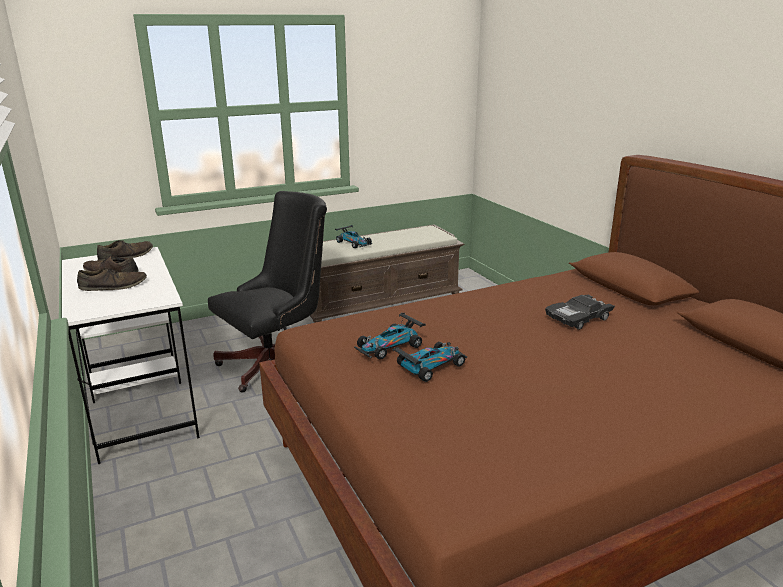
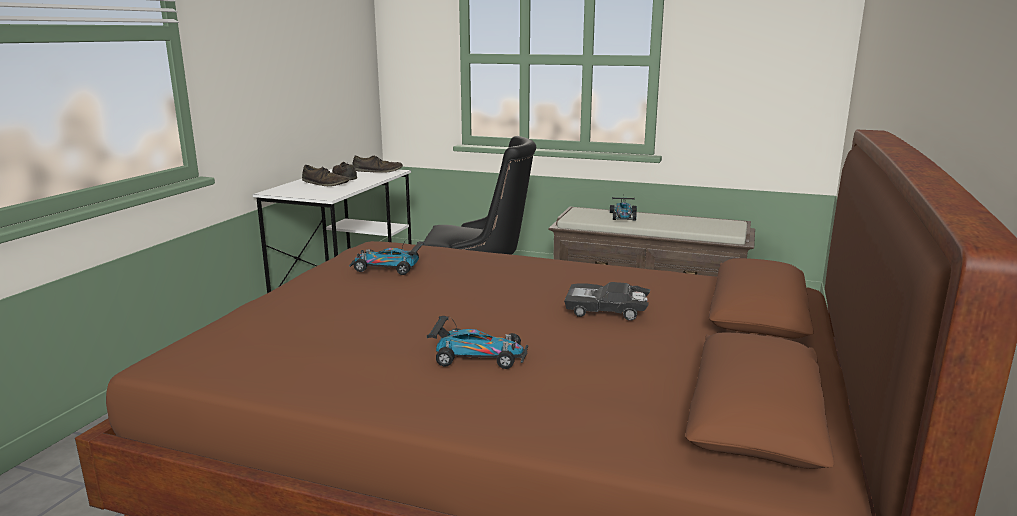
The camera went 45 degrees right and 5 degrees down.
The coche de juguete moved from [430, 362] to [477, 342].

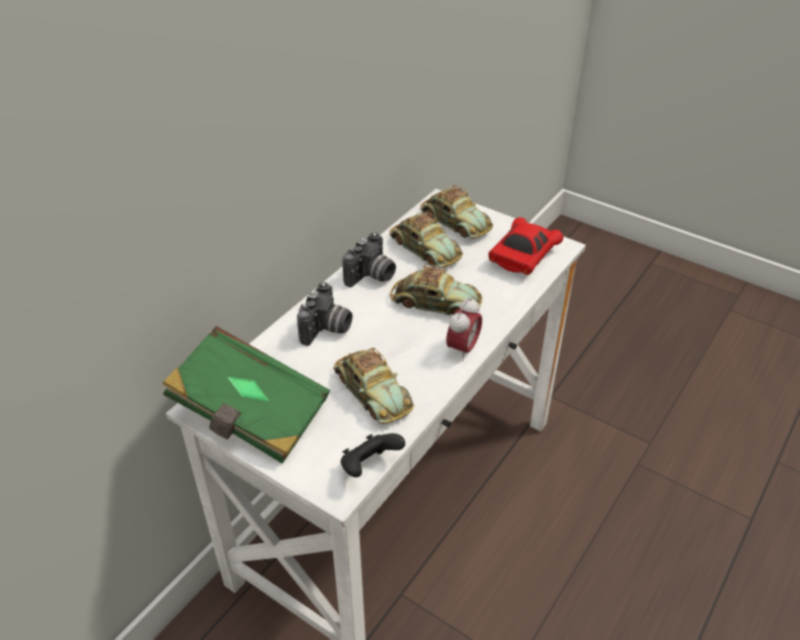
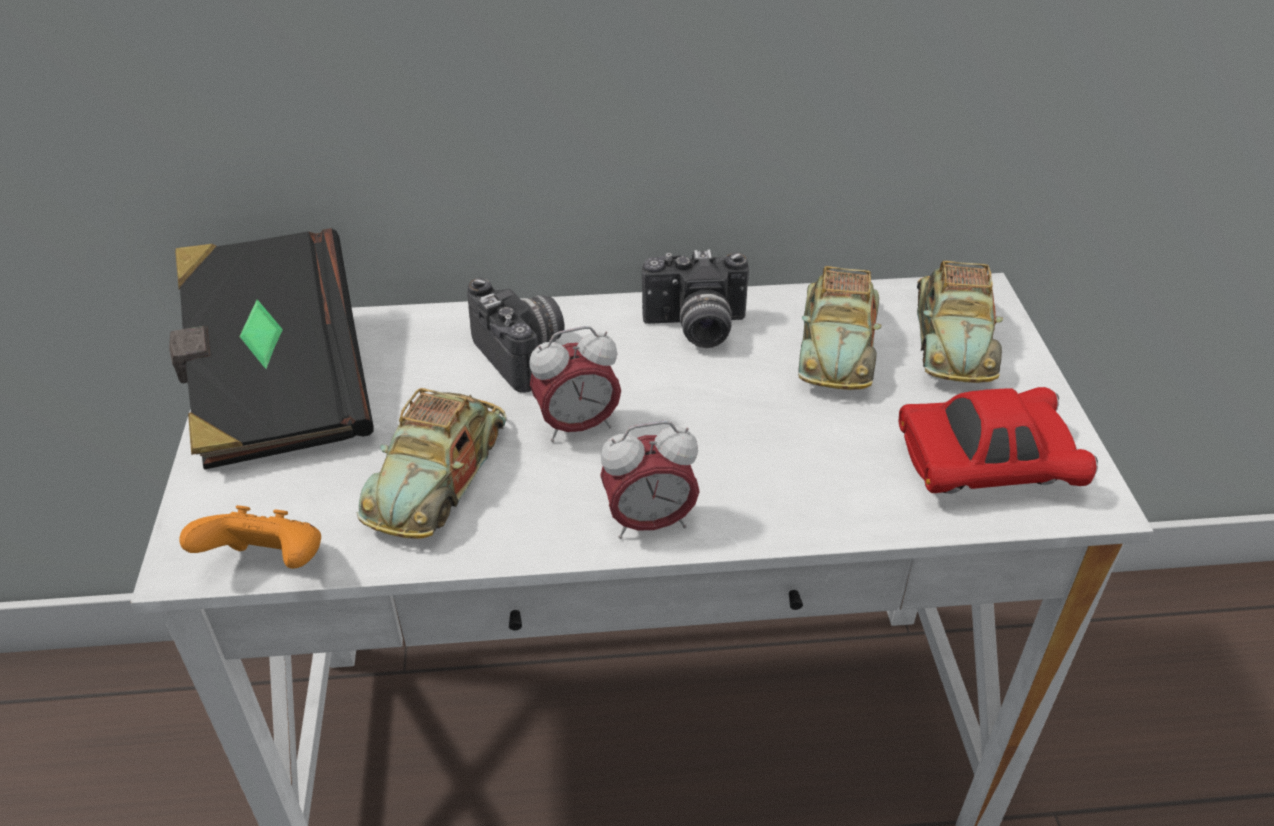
The camera went 50 degrees right and 0 degrees up.
The coche de juguete at [436, 289] disappeared.
The despertador at [575, 384] appeared.
The libro/verde at [246, 395] became the libro/negro at [271, 349].
The mando de consola/negro at [373, 455] became the mando de consola/naranja at [250, 537].
The cámara at [324, 314] turned 105 degrees counterclockwise.

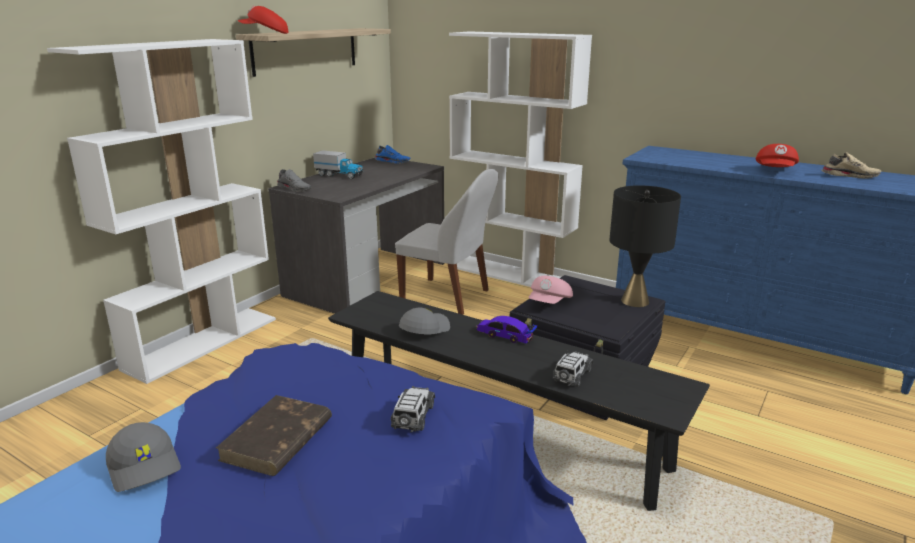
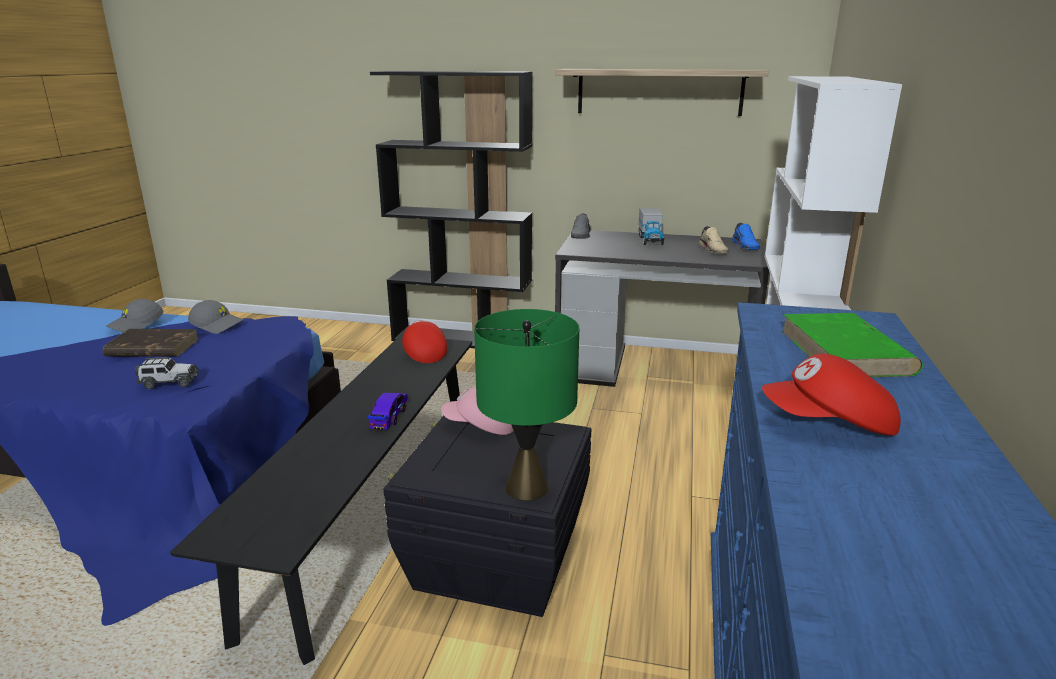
The camera went 70 degrees right and 0 degrees up.
The silla/blanco at [446, 242] disappeared.
The coche de juguete at [573, 369] disappeared.
The libro/verde at [852, 345] appeared.
The gorra/rojo moved from [263, 20] to [425, 341].
The gorra/gris moved from [424, 321] to [216, 317].
The zapato/beis moved from [851, 165] to [714, 240].
The estantería/blanco at [161, 211] became the estantería/negro at [451, 209].
The lámpara de mesa/negro at [645, 246] became the lámpara de mesa/verde at [526, 405].

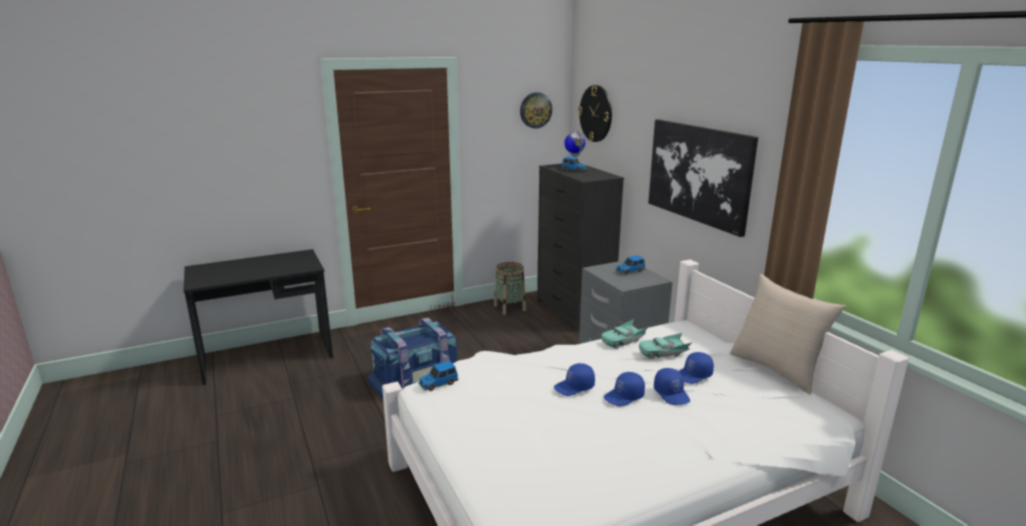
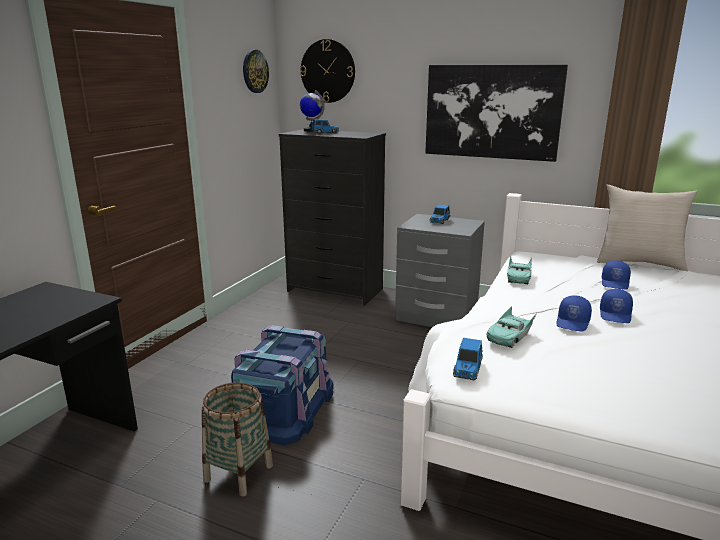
The camera went 40 degrees left and 0 degrees up.
The gorra/azul at [672, 386] disappeared.
The cesta moved from [510, 288] to [237, 439].
The coche de juguete/turquesa moved from [665, 346] to [511, 327].

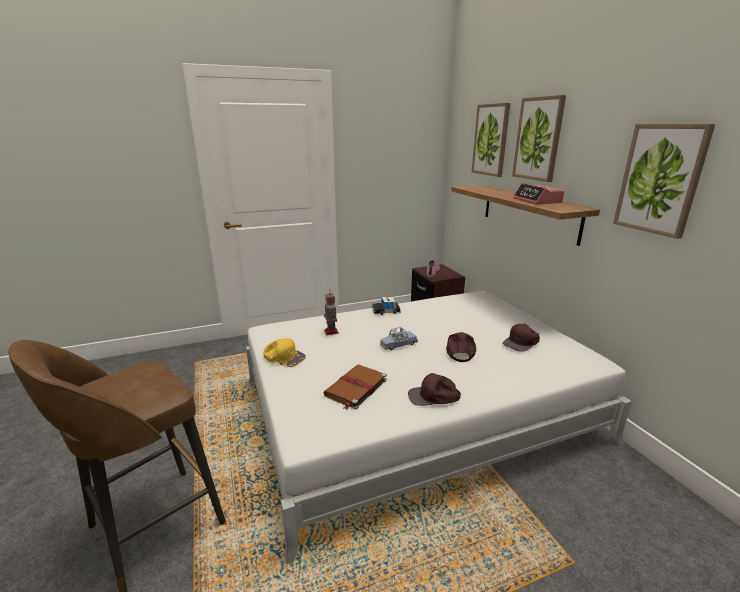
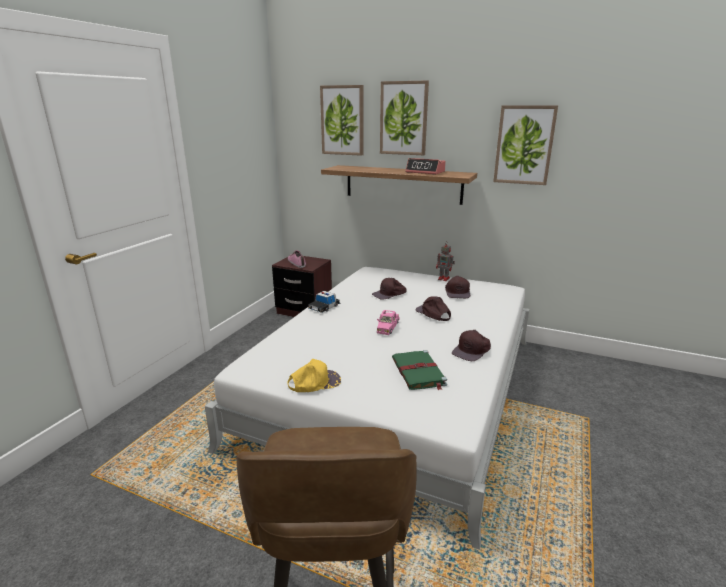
The camera went 45 degrees left and 0 degrees up.
The gorra/marrón at [389, 289] appeared.
The robot de juguete moved from [331, 312] to [445, 261].
The libro/marrón at [355, 387] became the libro/verde at [419, 370].
The coche de juguete/azul at [399, 338] became the coche de juguete/rosa at [388, 322].

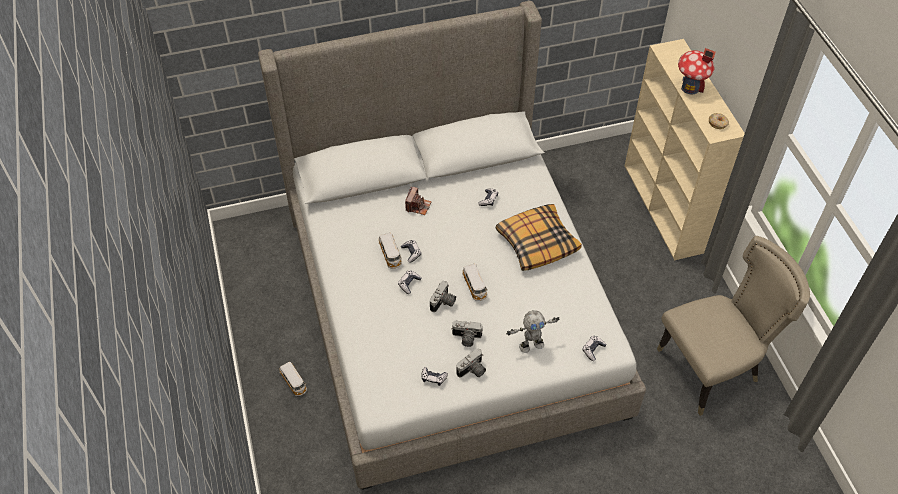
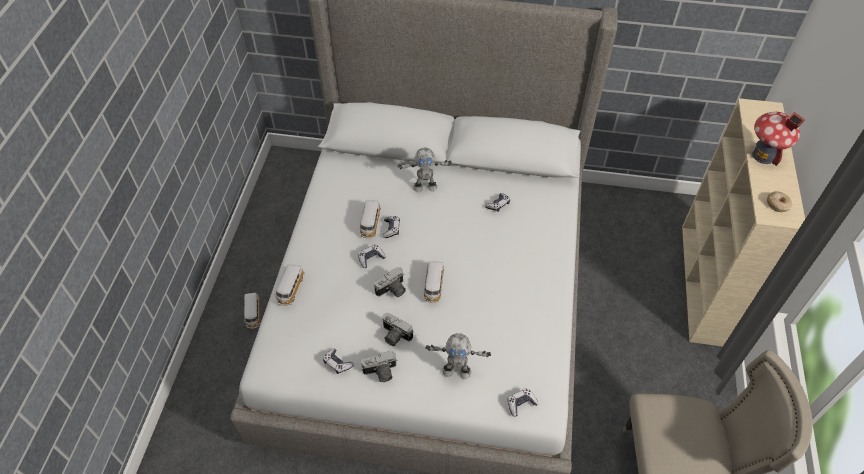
The camera went 25 degrees right and 0 degrees up.
The cojín at [539, 237] disappeared.
The coche de juguete at [290, 285] appeared.
The cámara at [418, 201] was replaced by the robot de juguete at [425, 170].

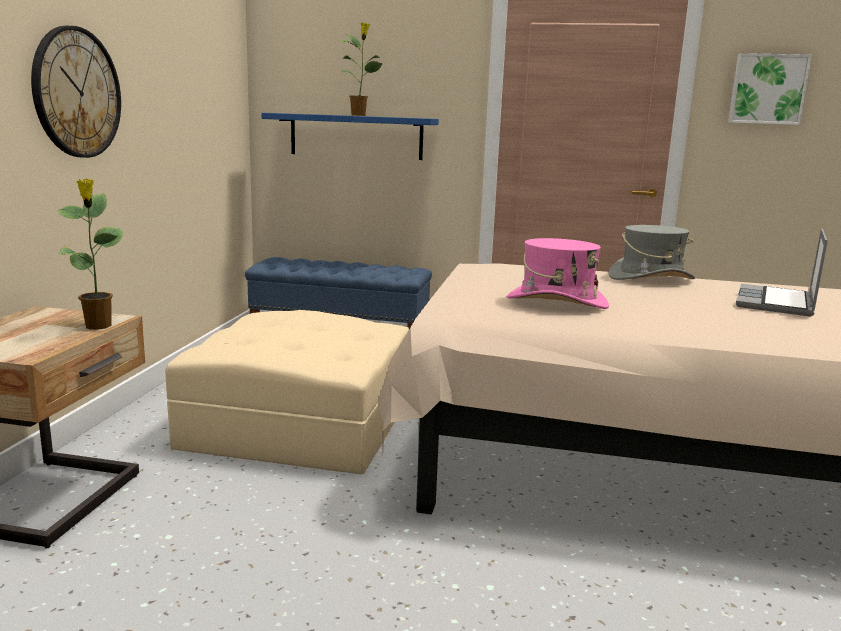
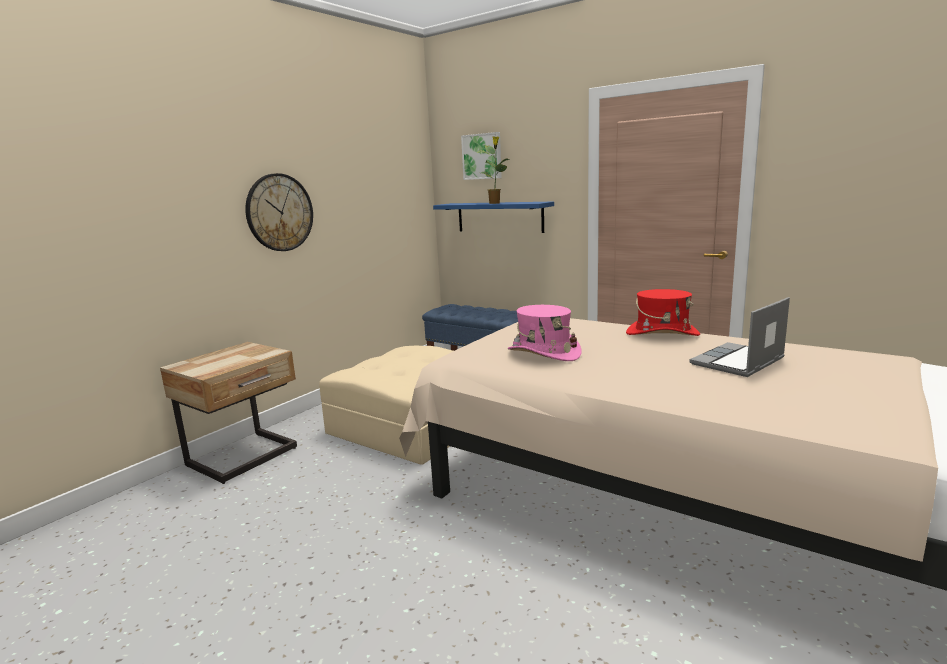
The camera went 25 degrees right and 0 degrees up.
The planta en maceta at [90, 254] disappeared.
The cuadro moved from [770, 89] to [481, 156].
The sombrero/gris at [651, 252] became the sombrero/rojo at [663, 312].

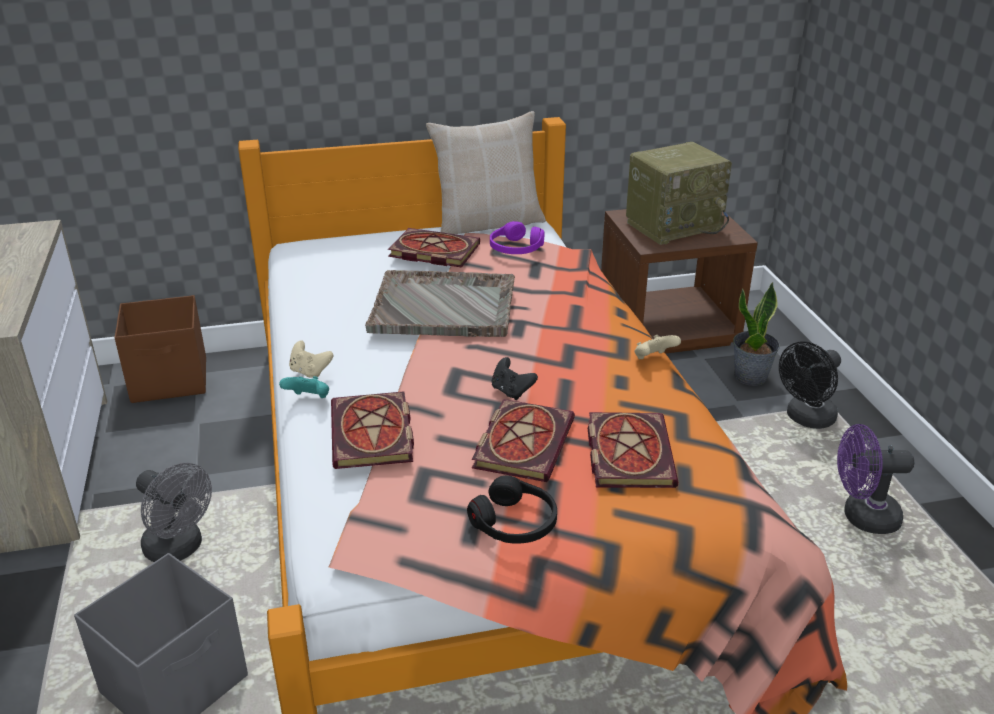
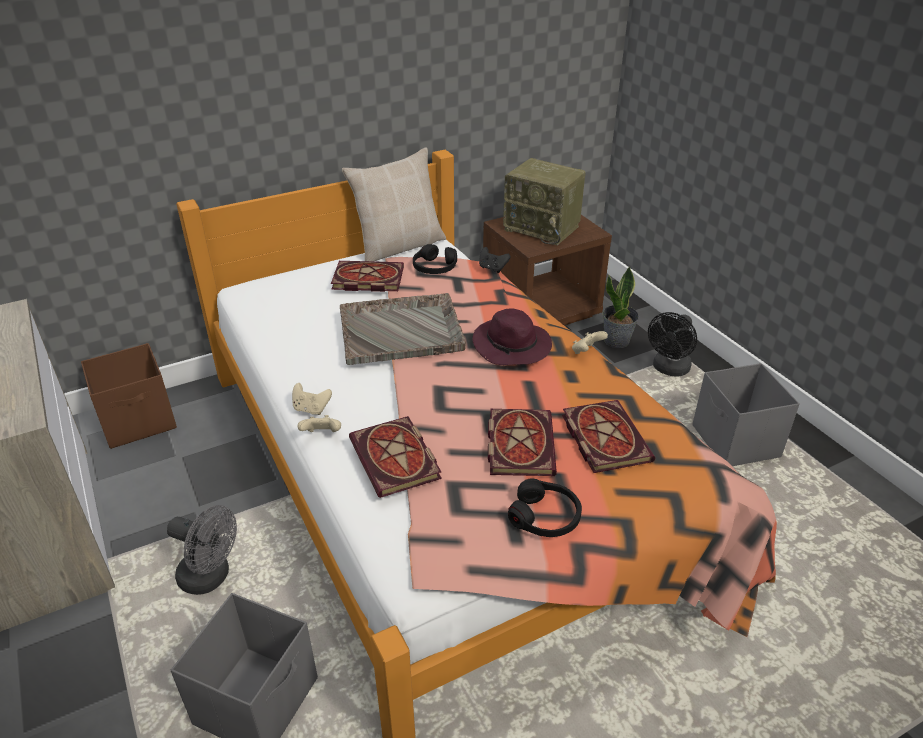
The camera went 15 degrees left and 5 degrees up.
The sombrero/morado at [512, 336] appeared.
The mando de consola/negro moved from [514, 378] to [495, 260].
The ventilador/morado at [875, 479] was replaced by the caja de almacenaje/gris at [746, 414].
The mando de consola/turquesa at [304, 387] became the mando de consola/beis at [319, 423].
The auriculares/morado at [517, 237] became the auriculares/negro at [435, 259].
The radio at [679, 193] turned 75 degrees clockwise.

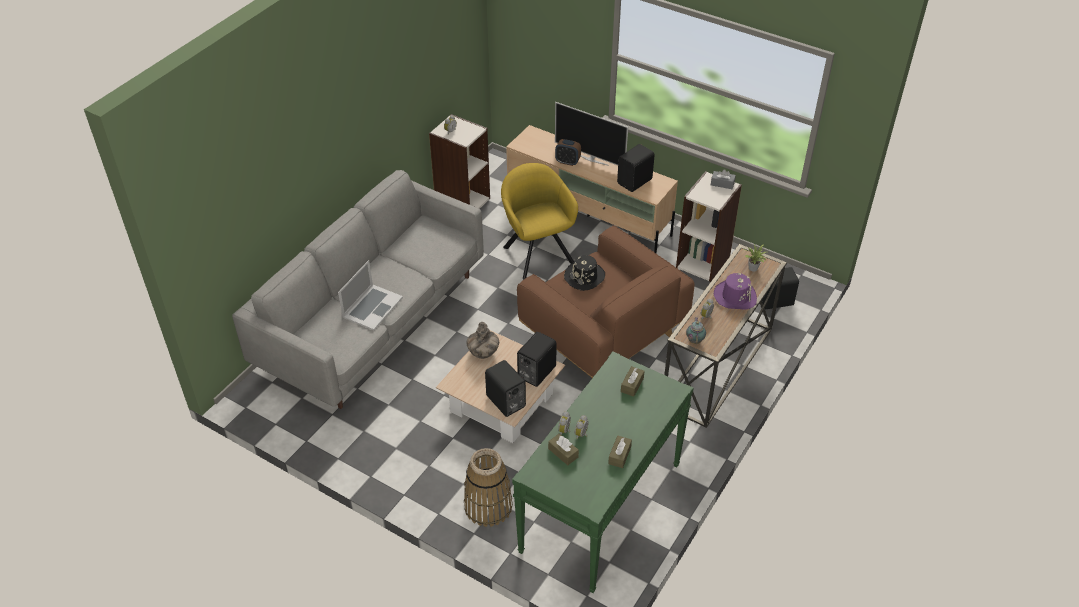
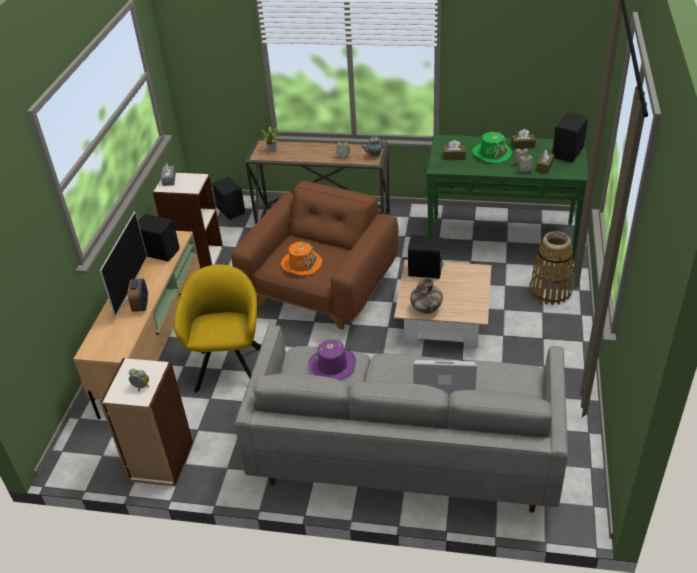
The camera went 110 degrees left and 5 degrees down.
The sombrero/verde at [492, 147] appeared.
The altavoz/negro moved from [505, 388] to [570, 137].
The sombrero/morado moved from [735, 291] to [332, 359].
The sombrero/negro at [584, 273] became the sombrero/naranja at [301, 258].
The sillón/amarillo at [539, 221] turned 135 degrees clockwise.

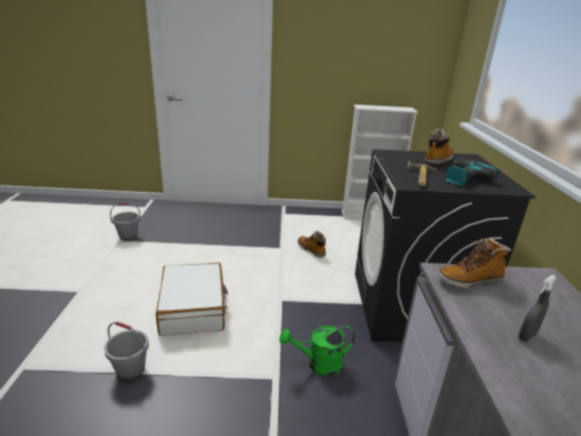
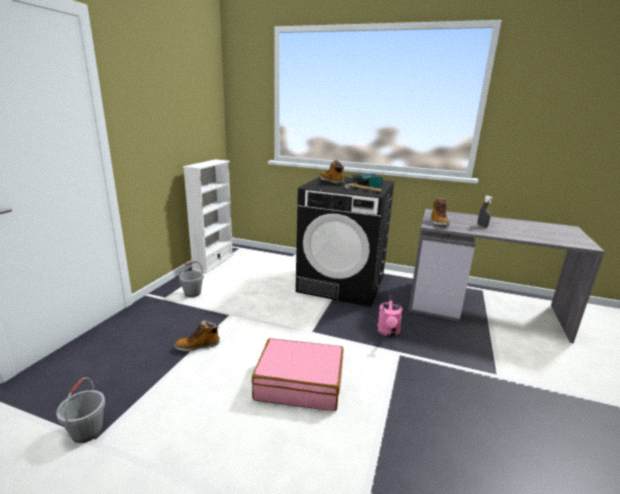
The camera went 70 degrees left and 5 degrees down.
The cubo/gris moved from [126, 351] to [191, 279].
The bota moved from [312, 244] to [197, 336].
The maleta/blanco at [192, 299] became the maleta/rosa at [297, 374].
The regadera/verde at [317, 351] became the regadera/rosa at [390, 316].

